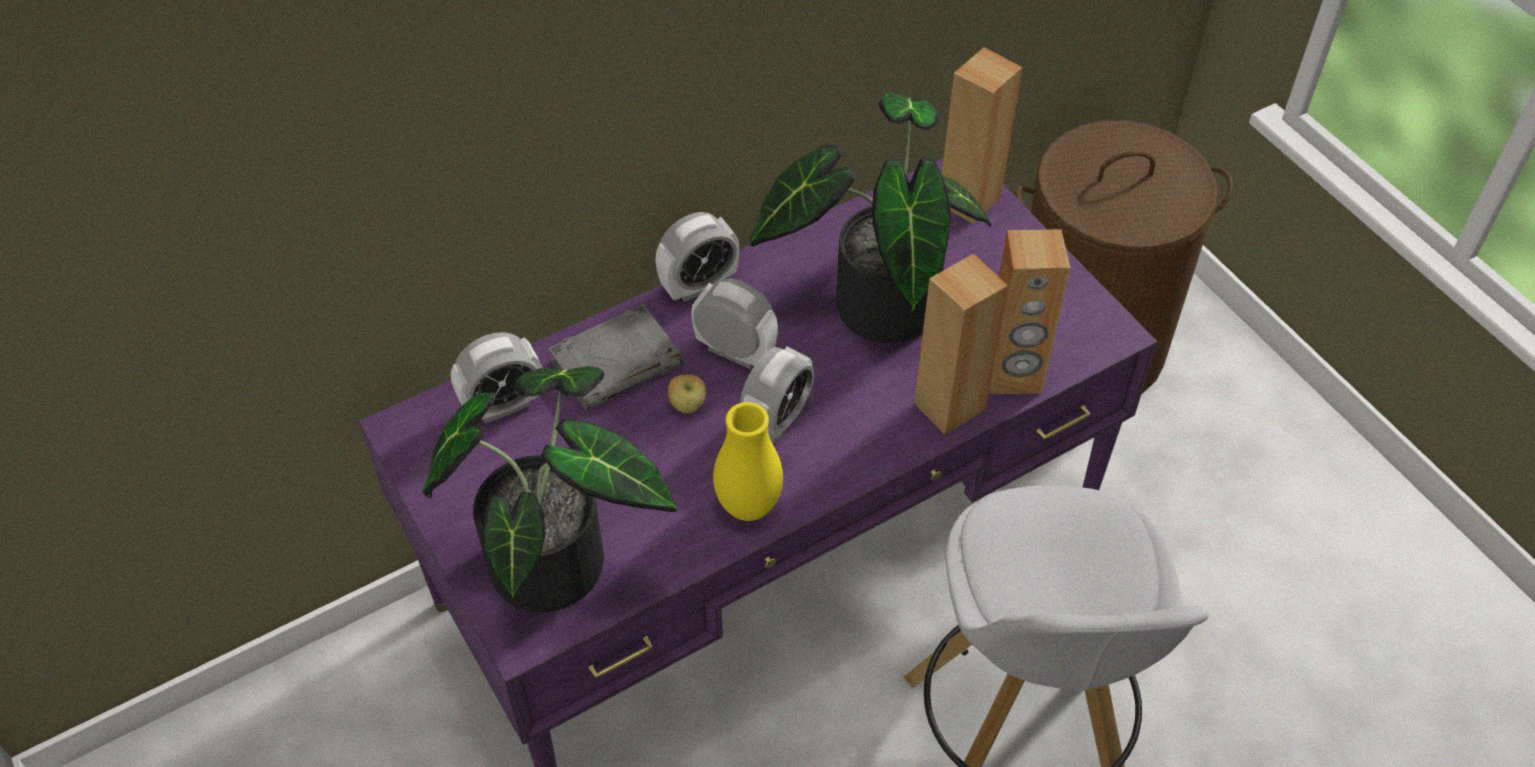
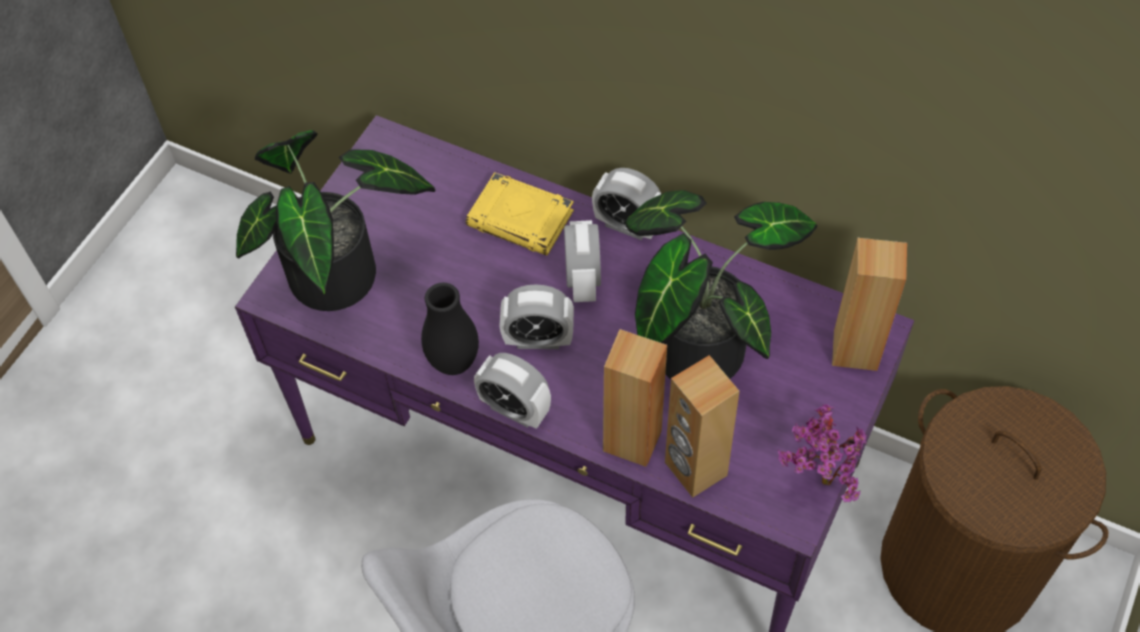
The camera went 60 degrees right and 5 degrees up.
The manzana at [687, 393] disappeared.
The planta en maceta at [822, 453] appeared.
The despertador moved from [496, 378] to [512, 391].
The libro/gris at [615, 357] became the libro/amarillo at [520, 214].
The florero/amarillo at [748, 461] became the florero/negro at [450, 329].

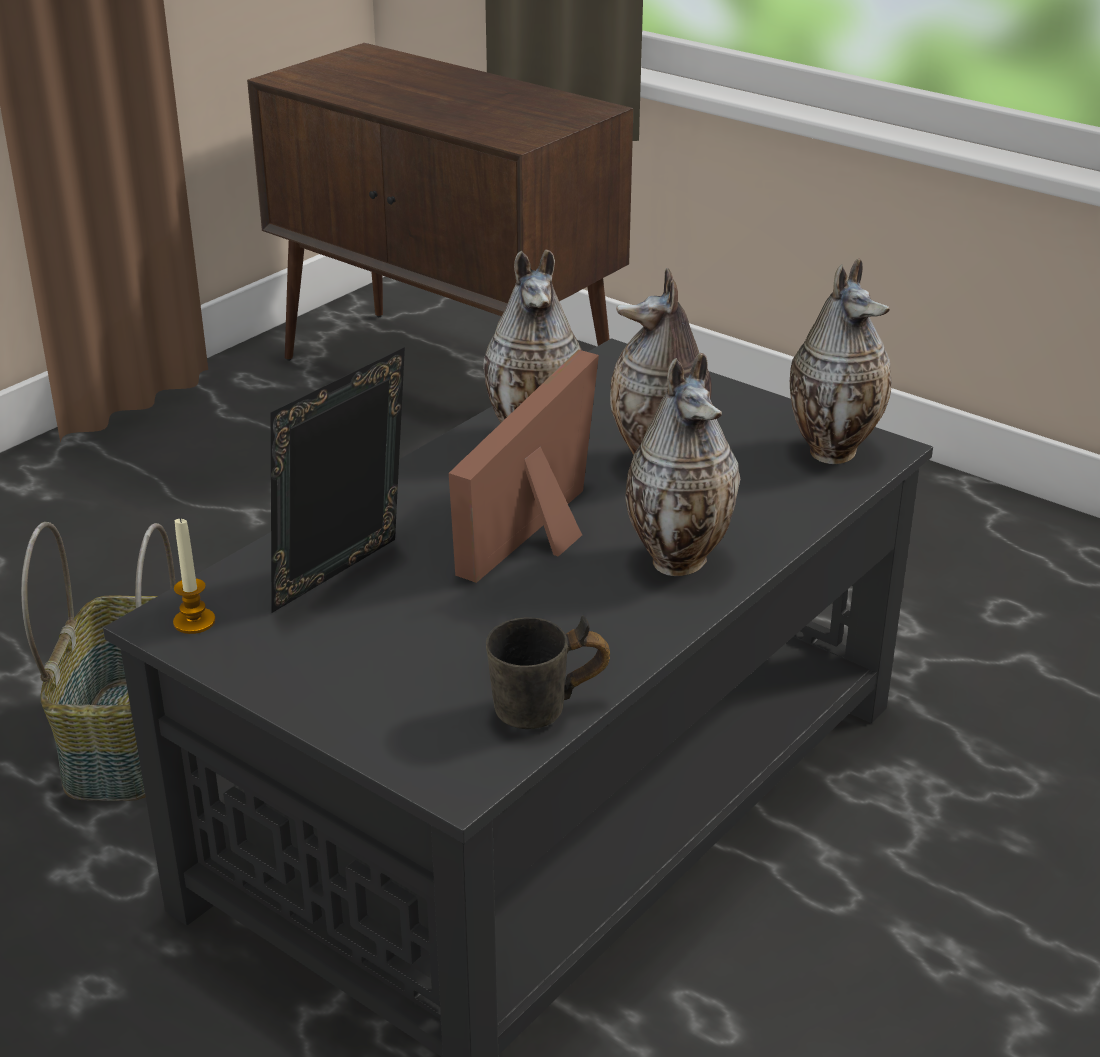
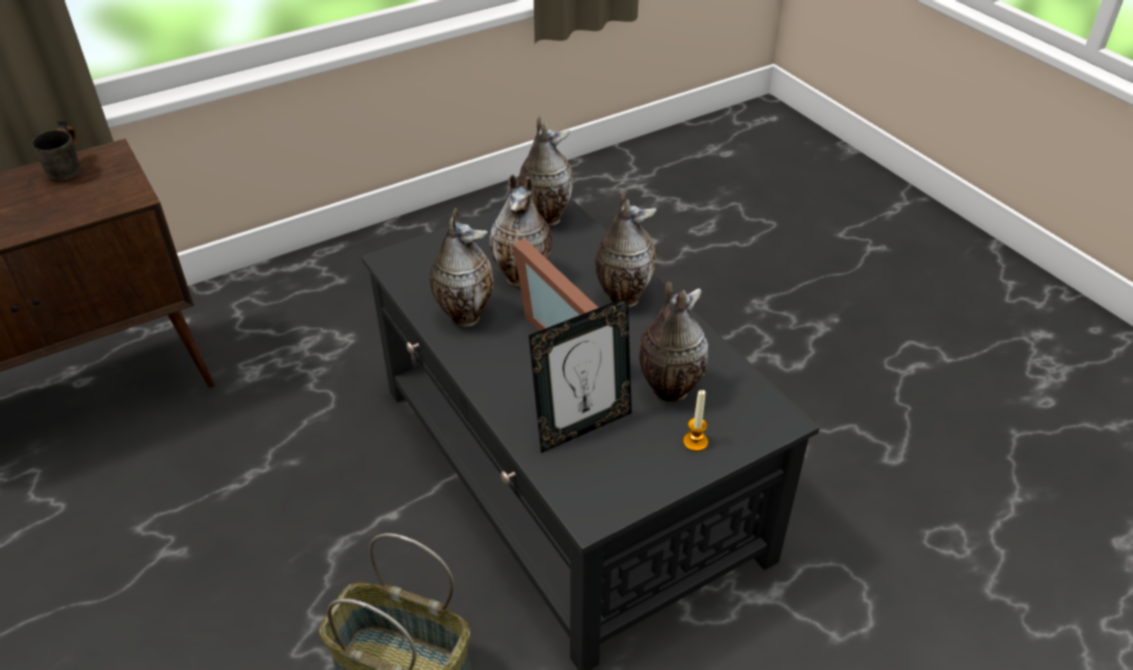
The camera went 70 degrees left and 10 degrees up.
The florero at [673, 342] appeared.
The vela moved from [194, 575] to [695, 420].
The taza grande/gris moved from [548, 672] to [56, 150].
The portarretratos at [338, 480] turned 90 degrees counterclockwise.

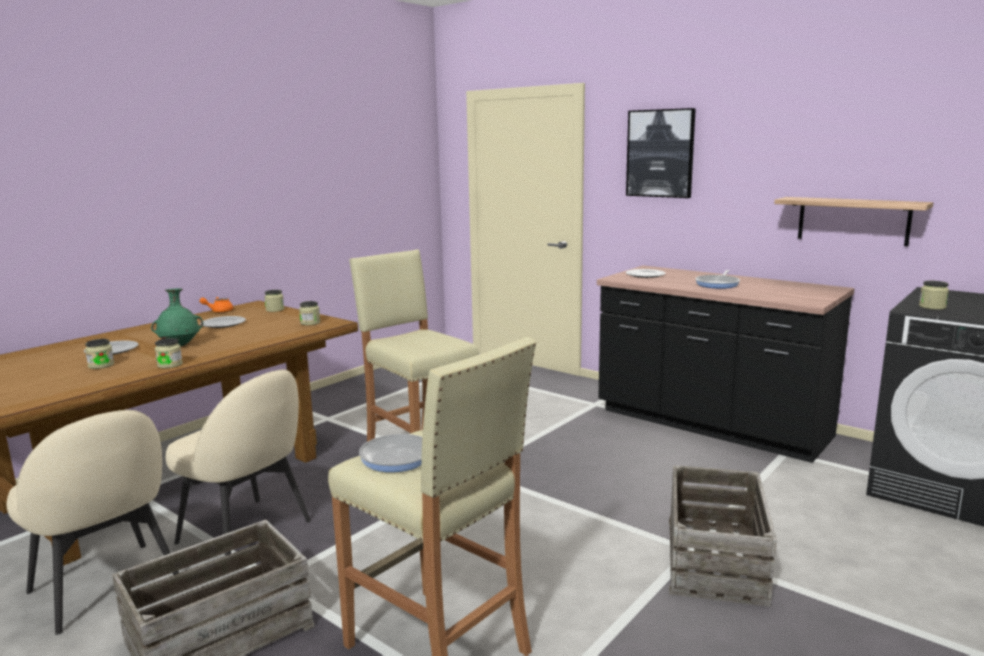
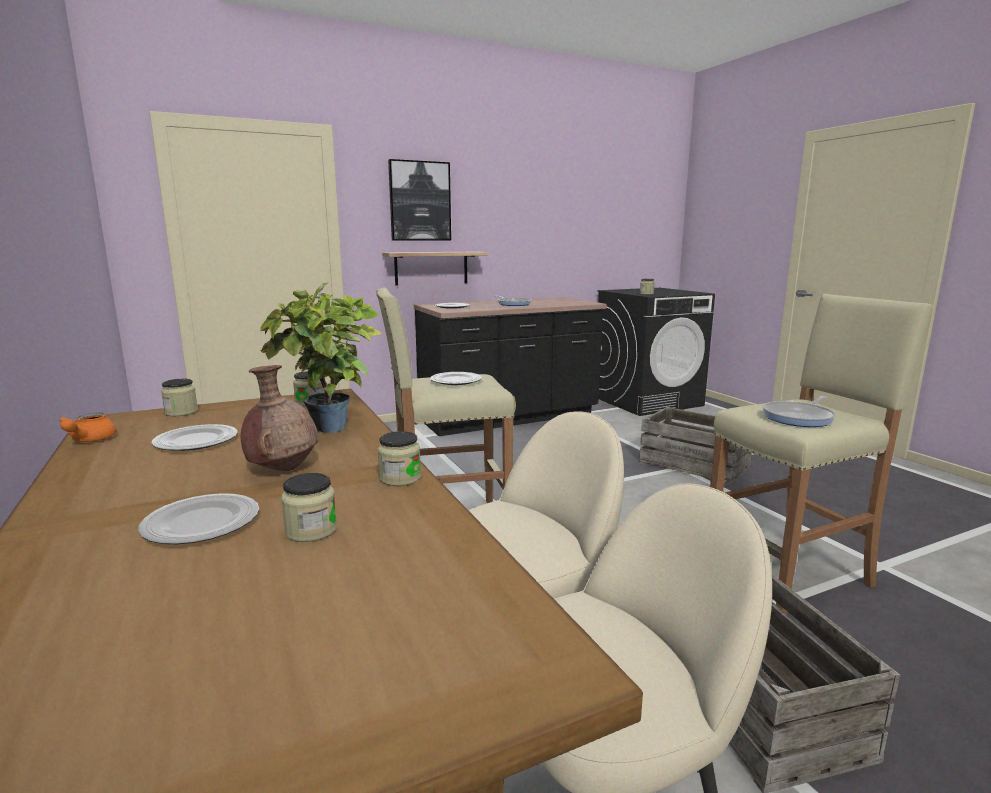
The camera went 65 degrees left and 0 degrees up.
The planta en maceta at [321, 358] appeared.
The plato at [456, 378] appeared.
The estante moved from [853, 221] to [435, 269].
The florero/verde at [177, 317] became the florero/marrón at [280, 418].

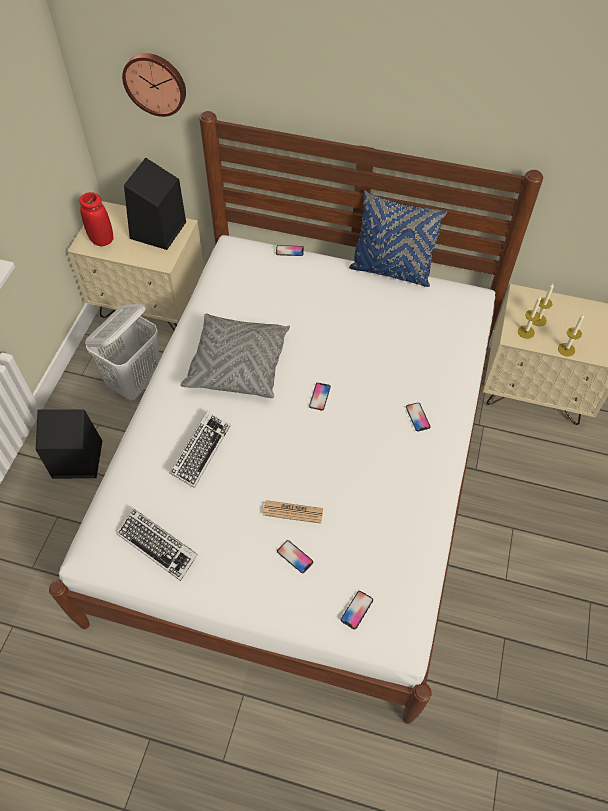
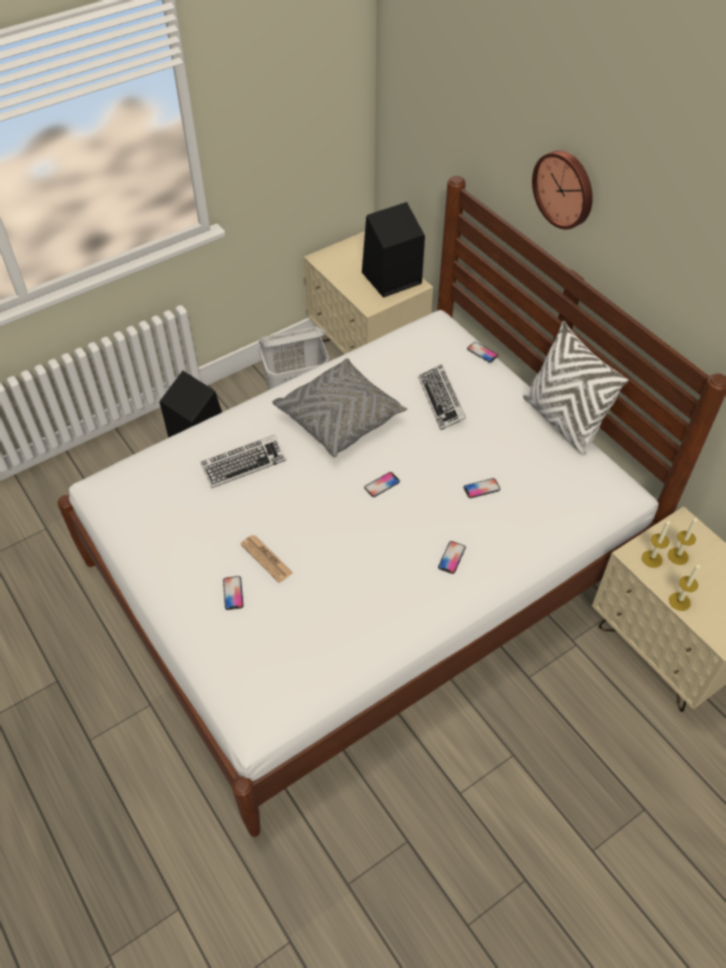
The camera went 40 degrees right and 5 degrees down.
The florero/rojo at [96, 219] disappeared.
The teclado moved from [157, 545] to [442, 397].
The reloj de pared moved from [154, 85] to [562, 190].
The móvil moved from [357, 610] to [482, 488].
The cojín/azul at [398, 239] became the cojín/blanco at [576, 388].

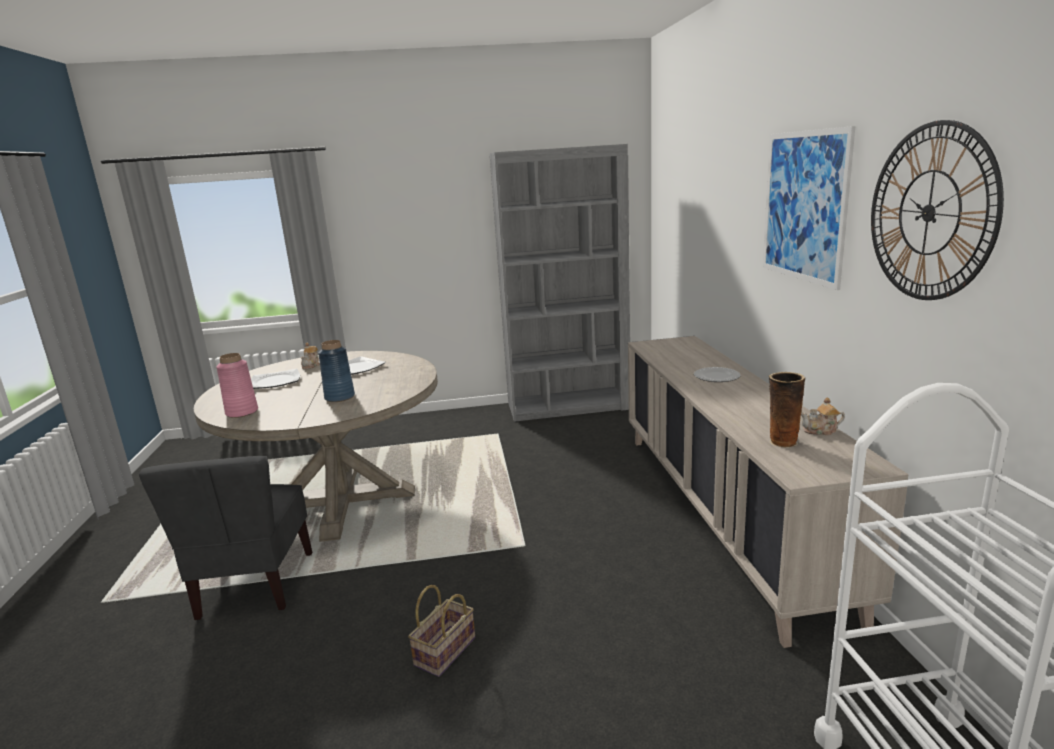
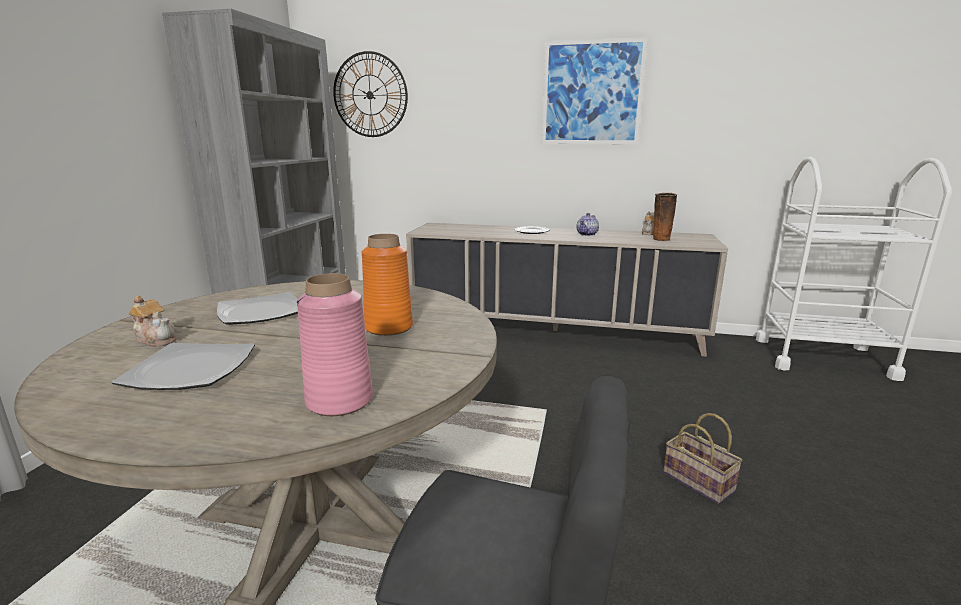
The camera went 70 degrees left and 0 degrees up.
The tetera at [588, 224] appeared.
The reloj de pared moved from [937, 210] to [370, 94].
The florero/azul at [336, 371] became the florero/naranja at [387, 285].

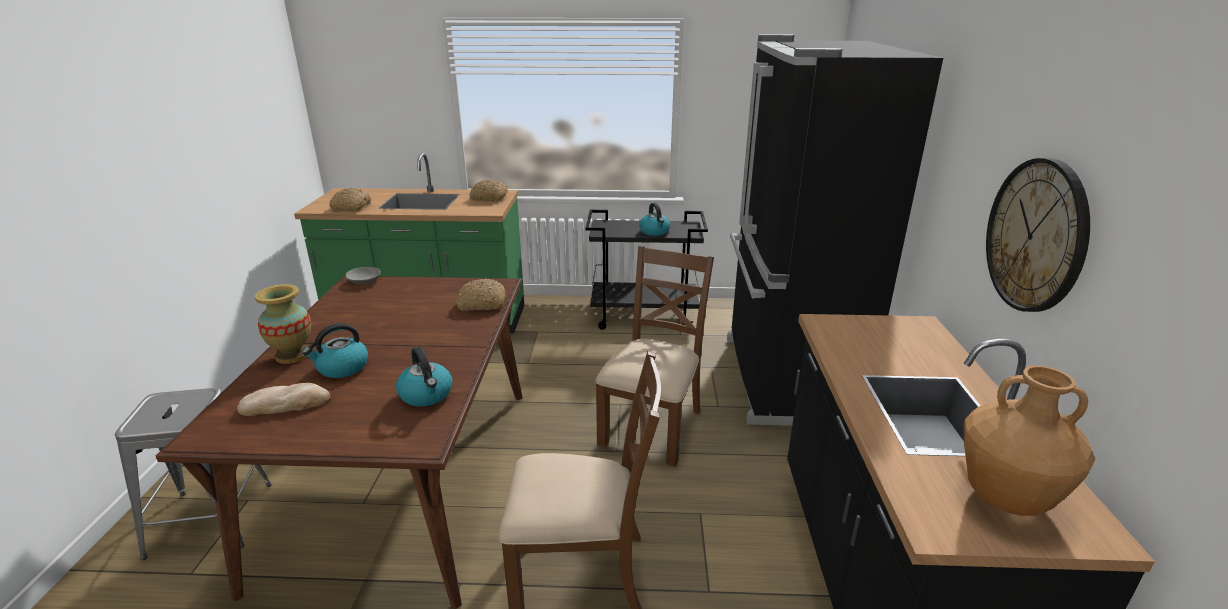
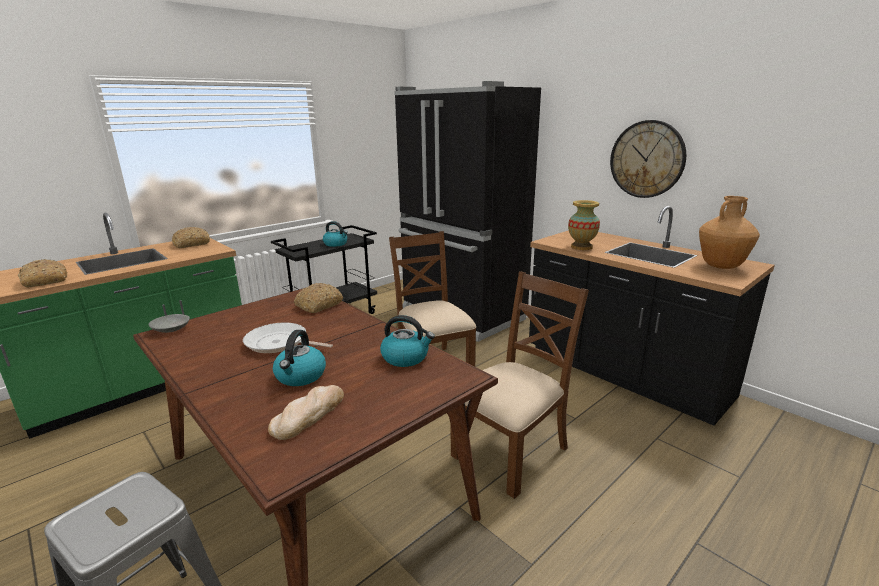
The camera went 45 degrees left and 5 degrees down.
The sartén at [288, 338] appeared.
The florero moved from [283, 324] to [584, 225].

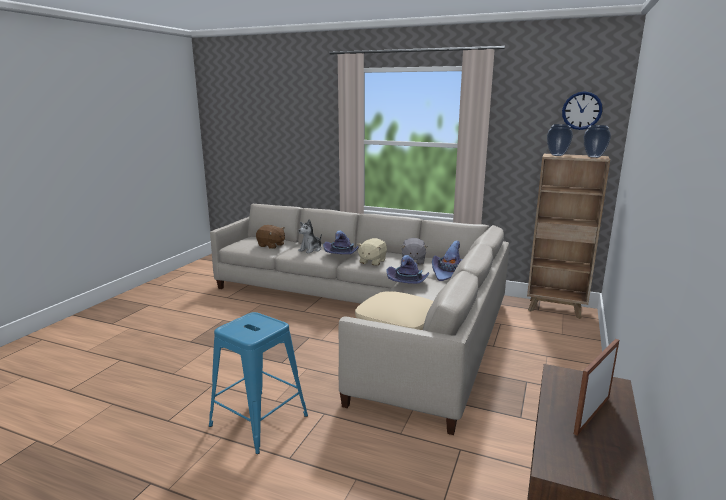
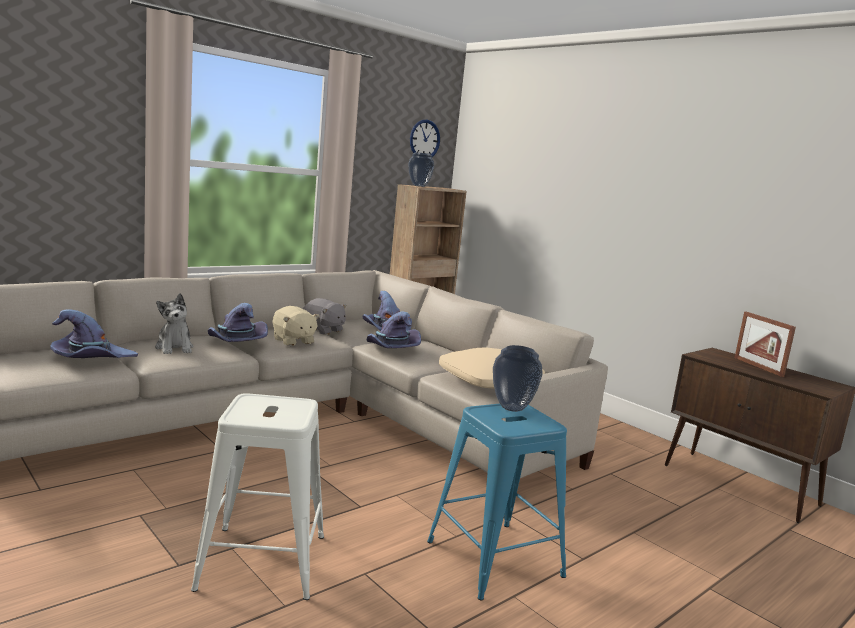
The camera went 65 degrees left and 5 degrees down.
The taburete/blanco at [257, 497] appeared.
The florero moved from [597, 141] to [518, 378].
The peluche/marrón at [270, 237] was replaced by the sombrero/morado at [94, 333].

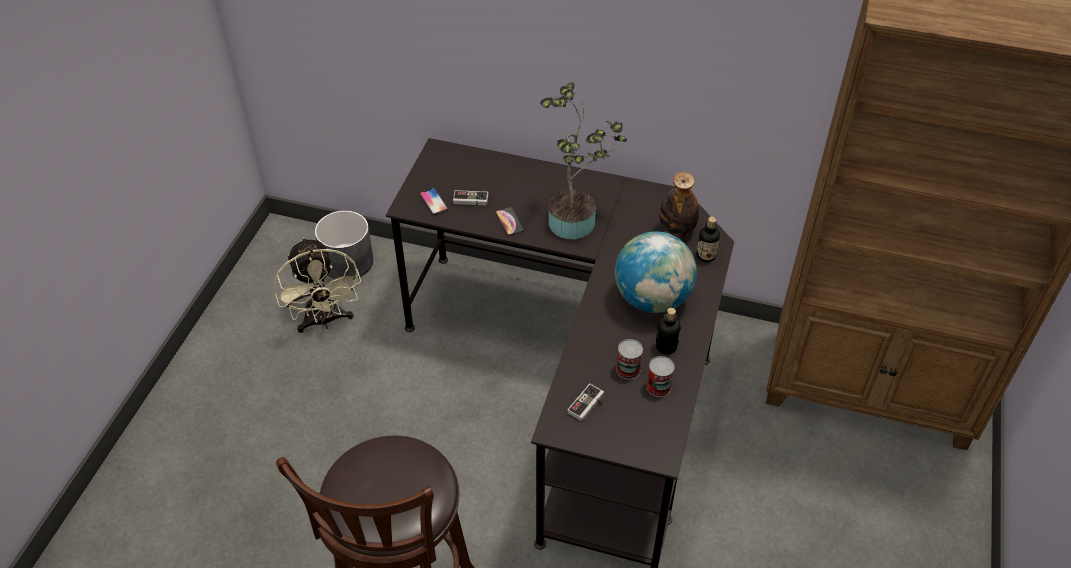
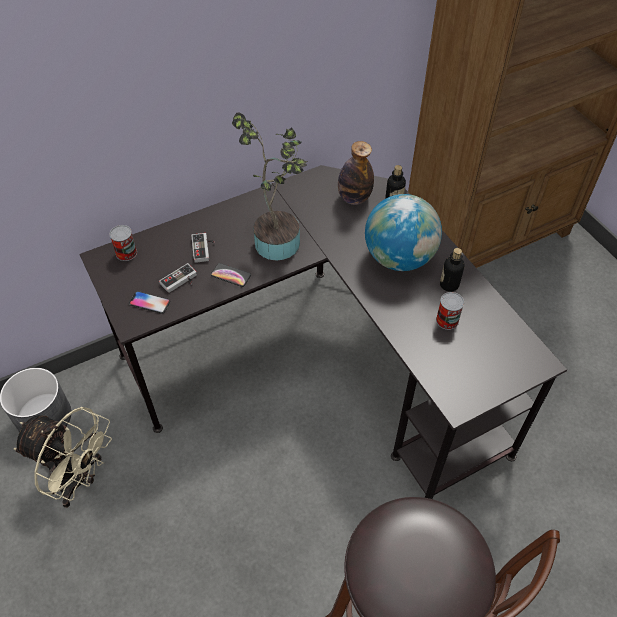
The camera went 45 degrees left and 5 degrees up.
The mando de consola moved from [585, 402] to [203, 248].
The lata moved from [661, 376] to [123, 243].

